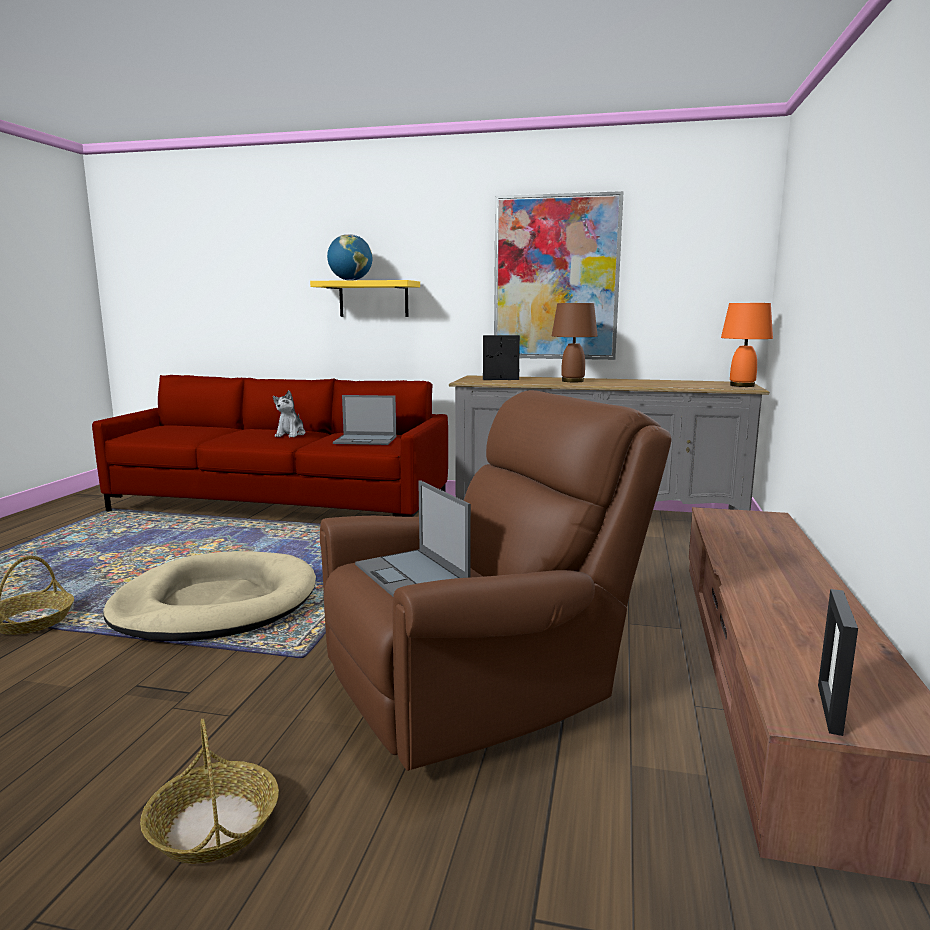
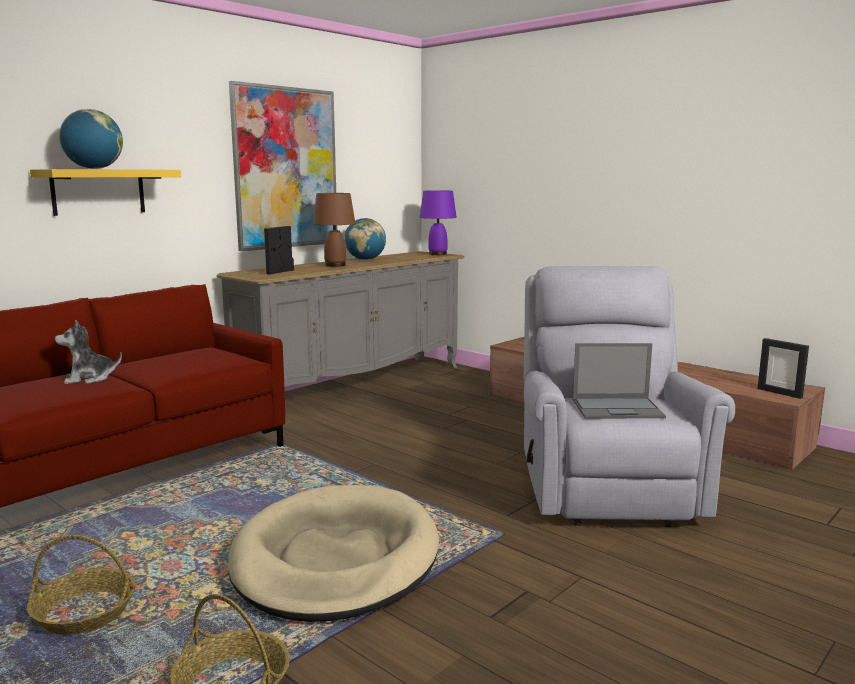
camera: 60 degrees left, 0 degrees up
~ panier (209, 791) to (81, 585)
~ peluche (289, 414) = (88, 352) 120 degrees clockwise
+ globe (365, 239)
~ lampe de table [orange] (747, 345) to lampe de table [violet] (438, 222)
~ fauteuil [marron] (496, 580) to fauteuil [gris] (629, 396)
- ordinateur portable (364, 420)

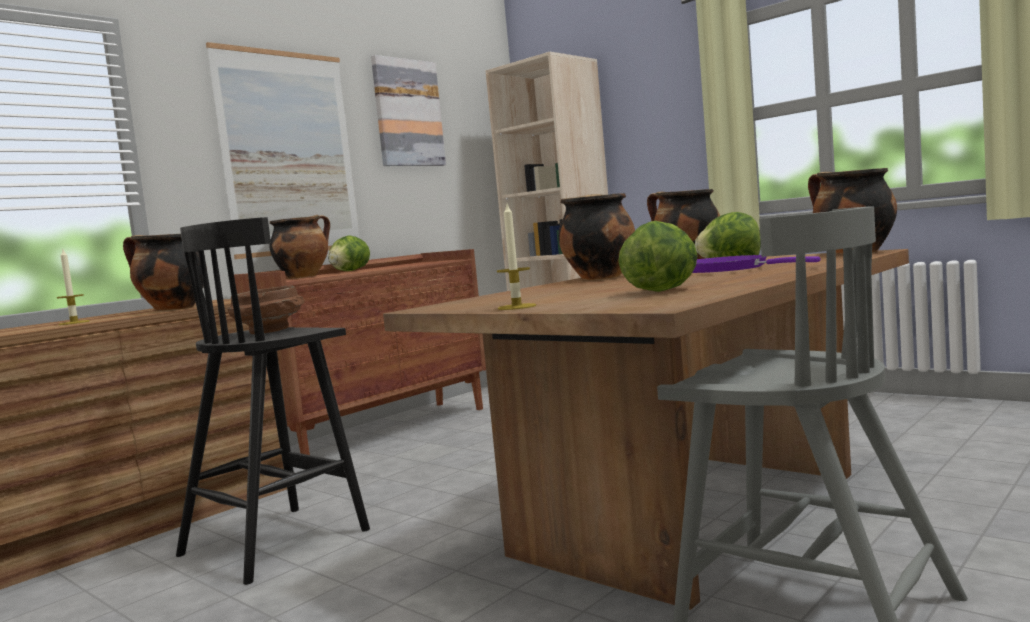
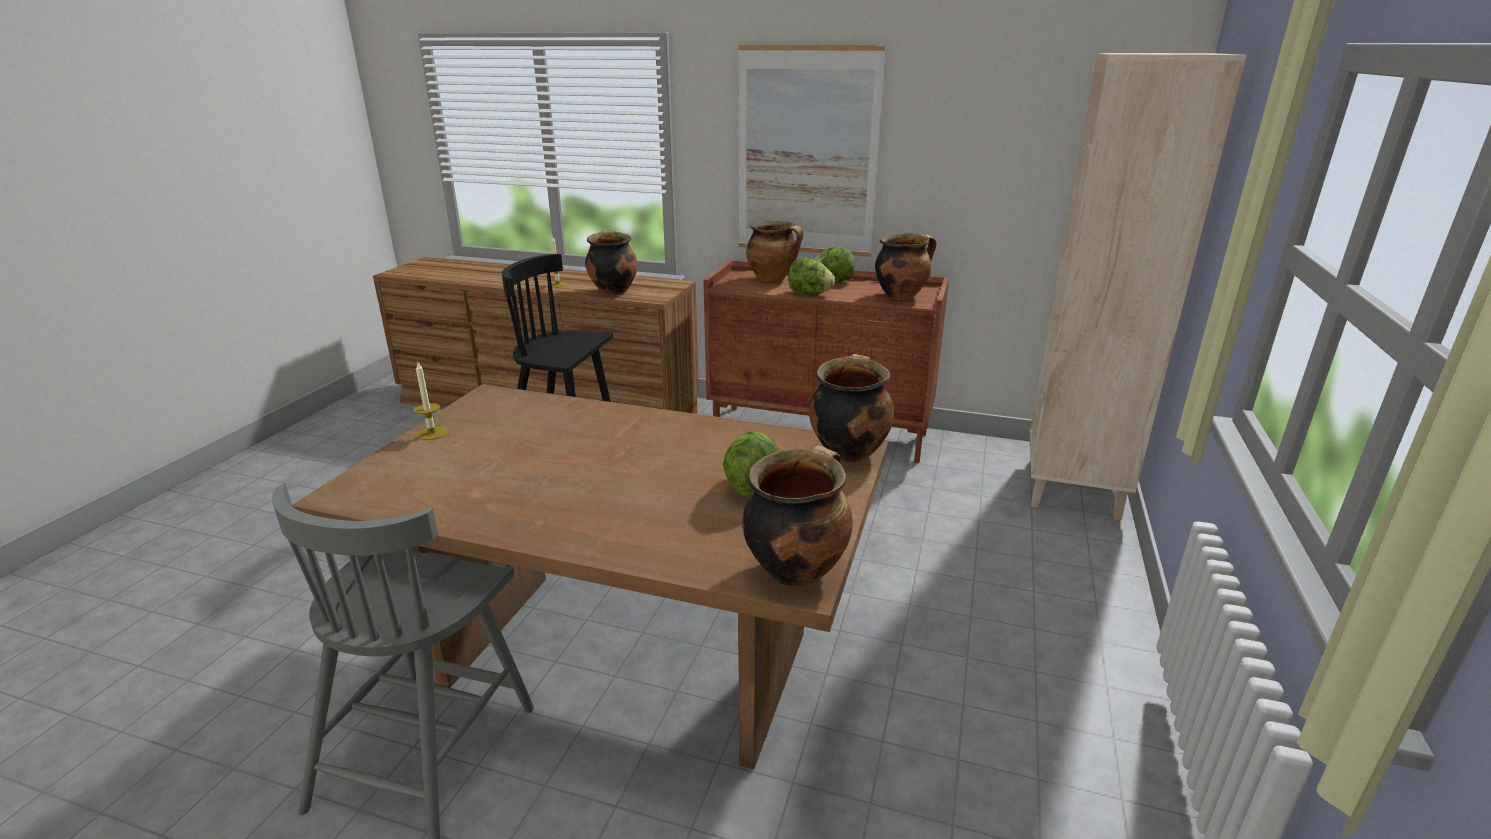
camera: 65 degrees right, 20 degrees up
~ laitue (658, 256) to (811, 276)
~ marmite (596, 236) to (905, 266)
- bol [marron] (266, 309)
- tableau (408, 110)
- poêle [violet] (756, 264)

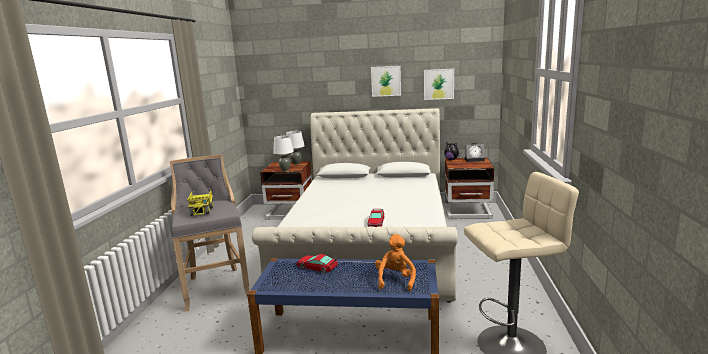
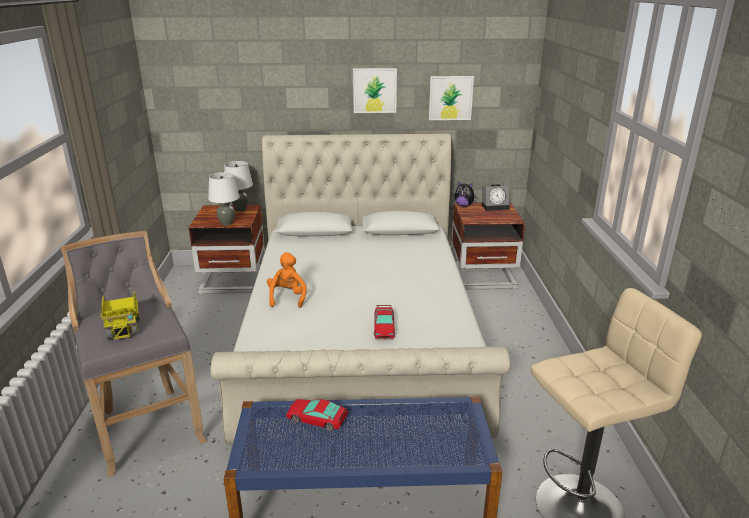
camera: 10 degrees left, 10 degrees up
~ peluche [orange] (395, 262) to (287, 280)

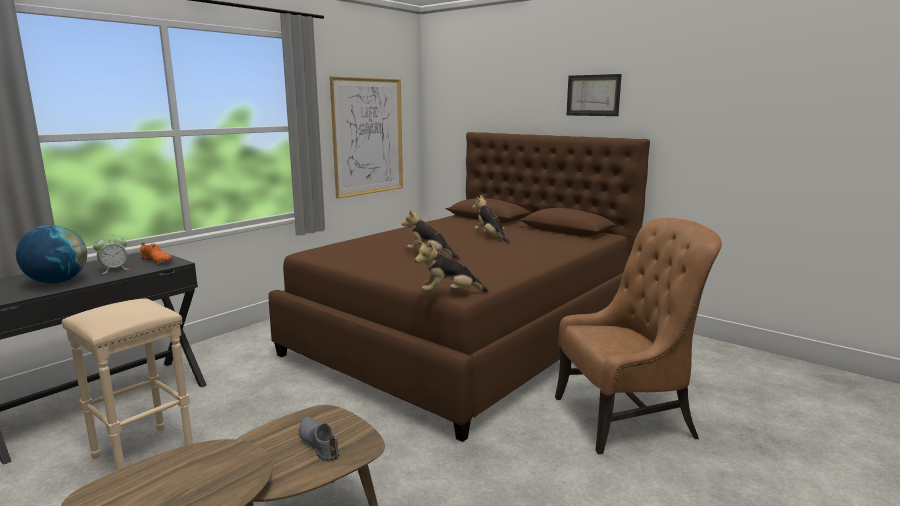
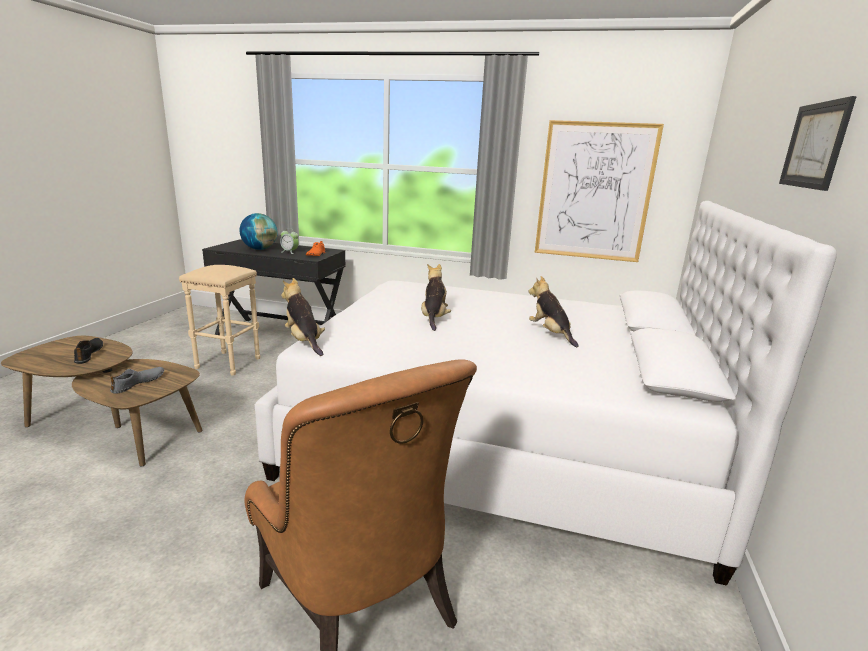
camera: 65 degrees right, 5 degrees up
+ chaussure [noir] (88, 351)
~ lit [marron] (459, 287) to lit [blanc] (546, 393)
~ peluche (491, 219) = (553, 311) 60 degrees counterclockwise

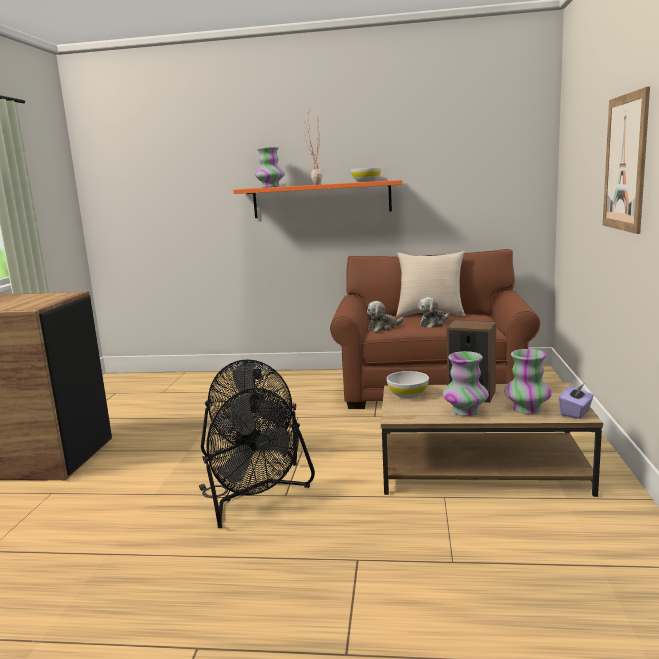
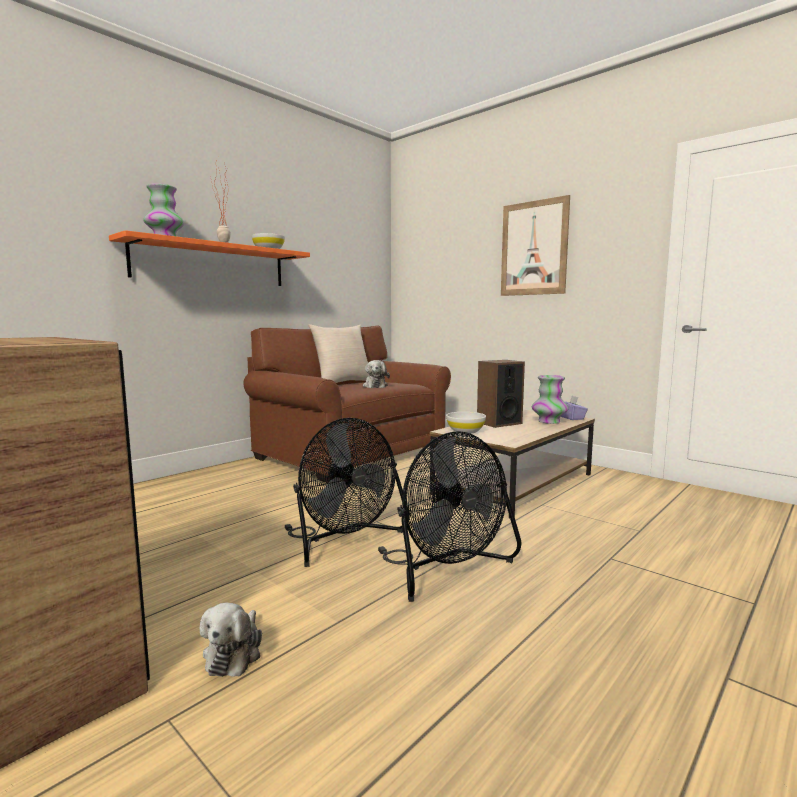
camera: 55 degrees left, 5 degrees down
~ peluche (385, 316) to (231, 639)
~ ventilateur [noir] (257, 458) = (449, 516) 60 degrees clockwise
- vase (466, 383)

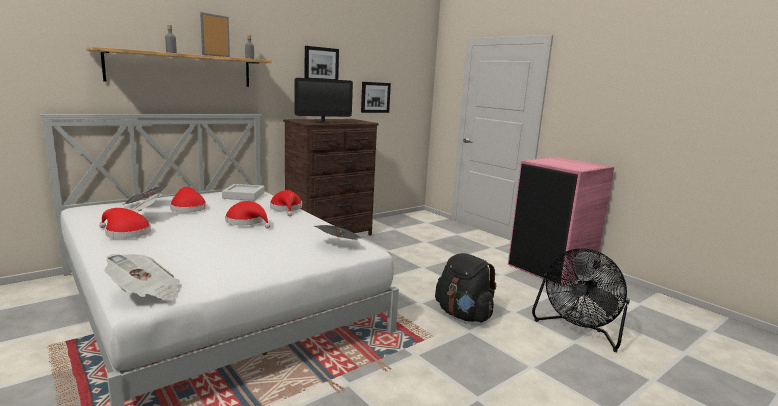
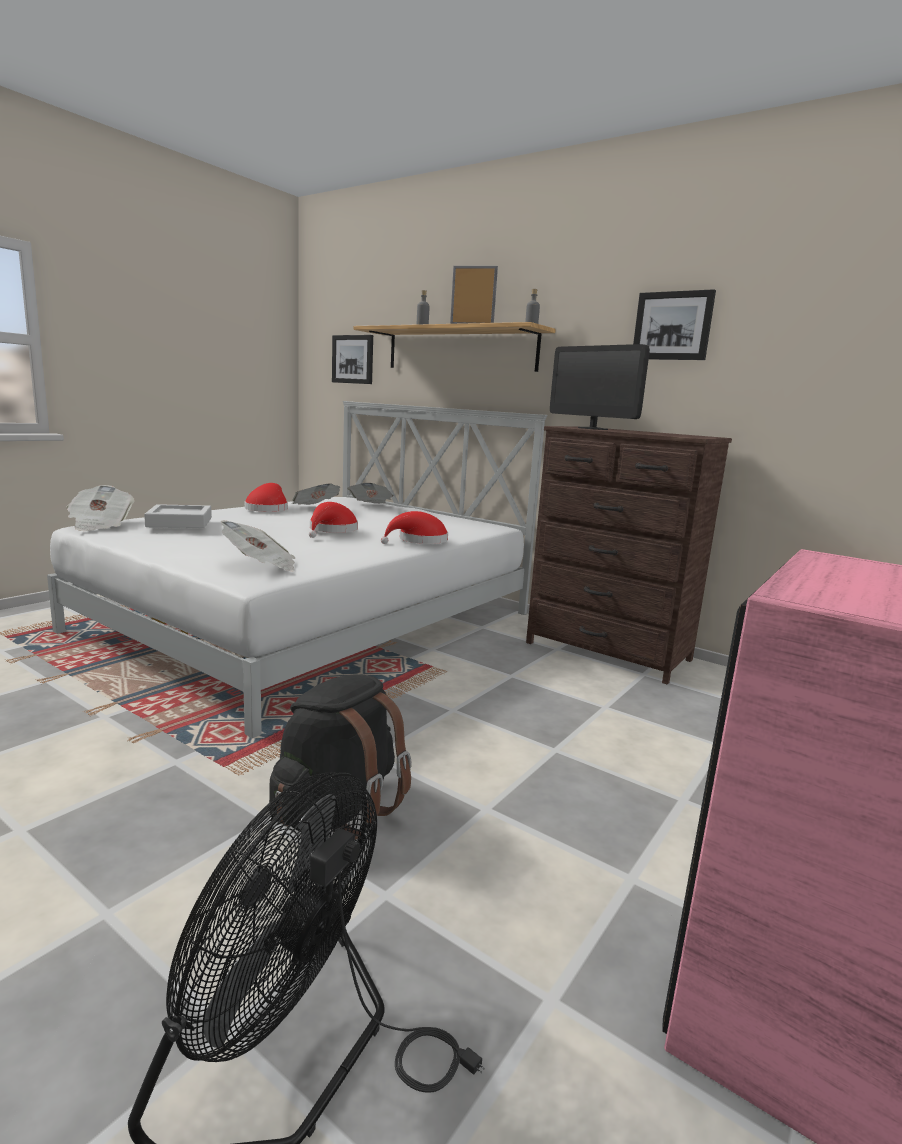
camera: 75 degrees right, 0 degrees up
~ plateau [gris] (243, 192) to (178, 516)
~ tableau (376, 97) to (352, 359)
- chapeau [rouge] (188, 199)

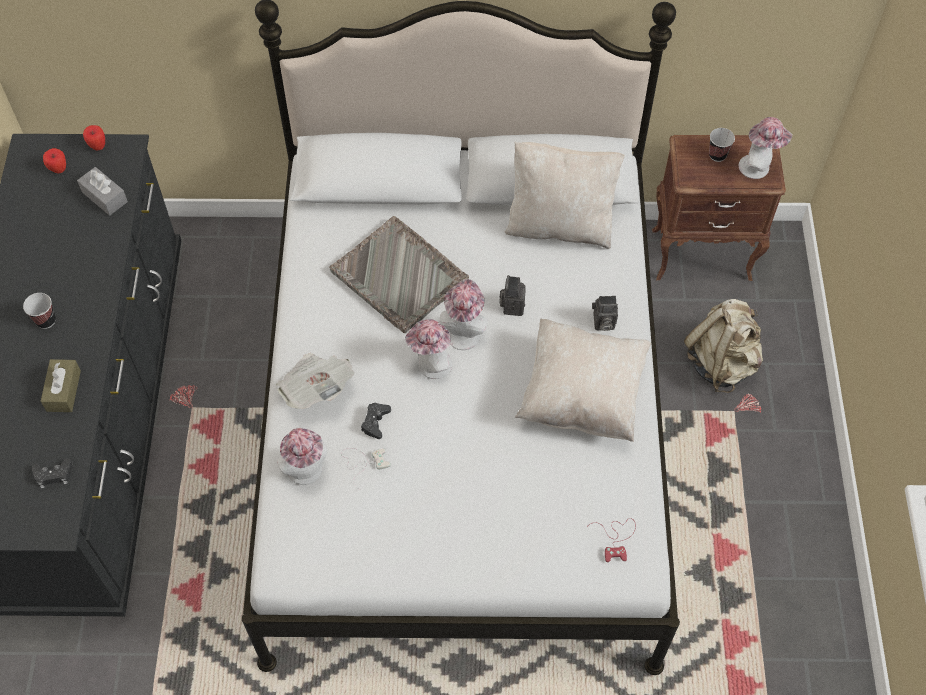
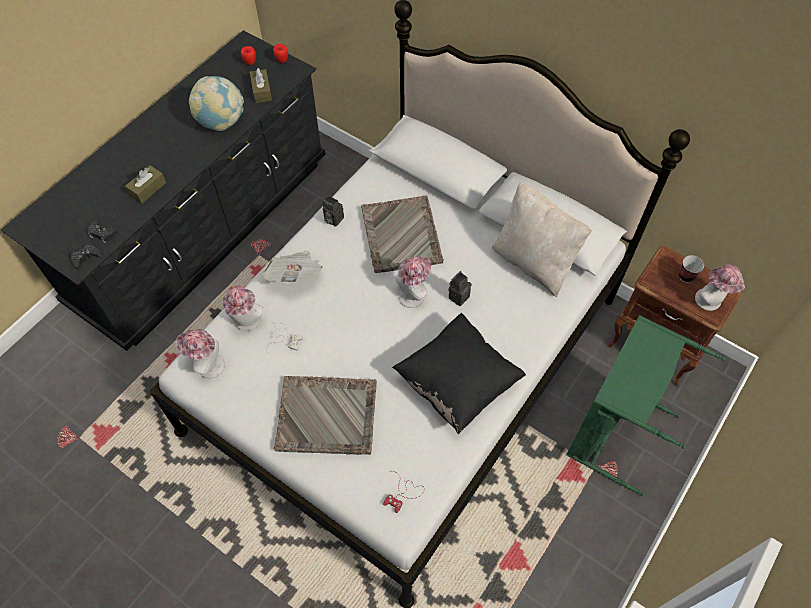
camera: 35 degrees right, 0 degrees up
~ manette [noir] (376, 421) to (86, 256)
~ chapeau (428, 349) to (200, 353)
+ globe (216, 103)
~ boîte à mouchoirs [gris] (102, 191) to boîte à mouchoirs [marron] (261, 85)
+ plateau [gris] (325, 415)
~ appareil photo (605, 313) to (333, 211)
~ coussin [beige] (583, 380) to coussin [noir] (459, 373)
~ sac à dos [beige] (723, 346) to panier à linge [vert] (646, 405)
- tasse (39, 311)

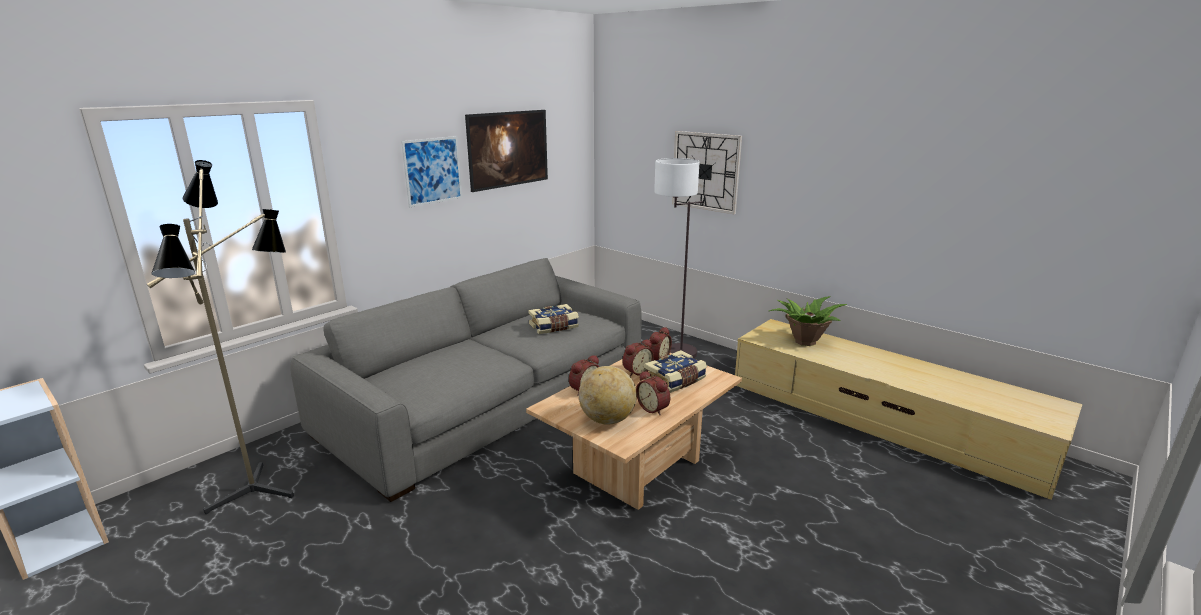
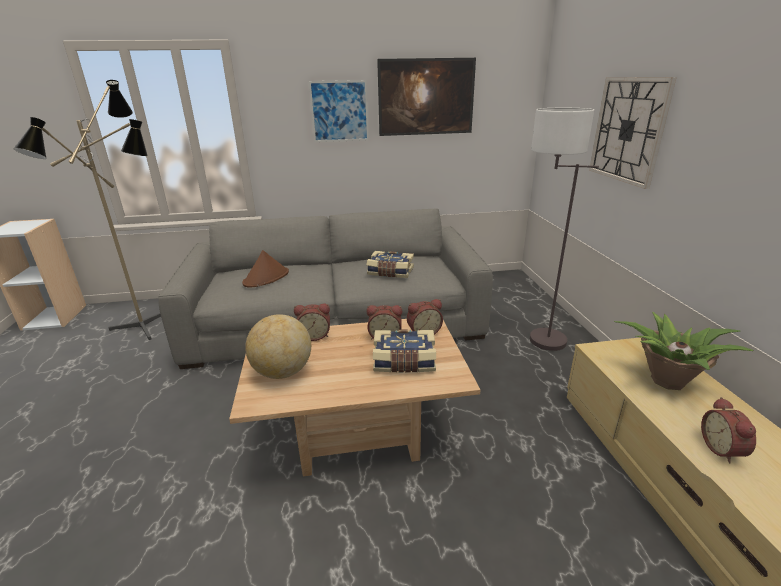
camera: 40 degrees right, 5 degrees up
+ chapeau [marron] (265, 268)
~ réveil (653, 393) to (728, 430)

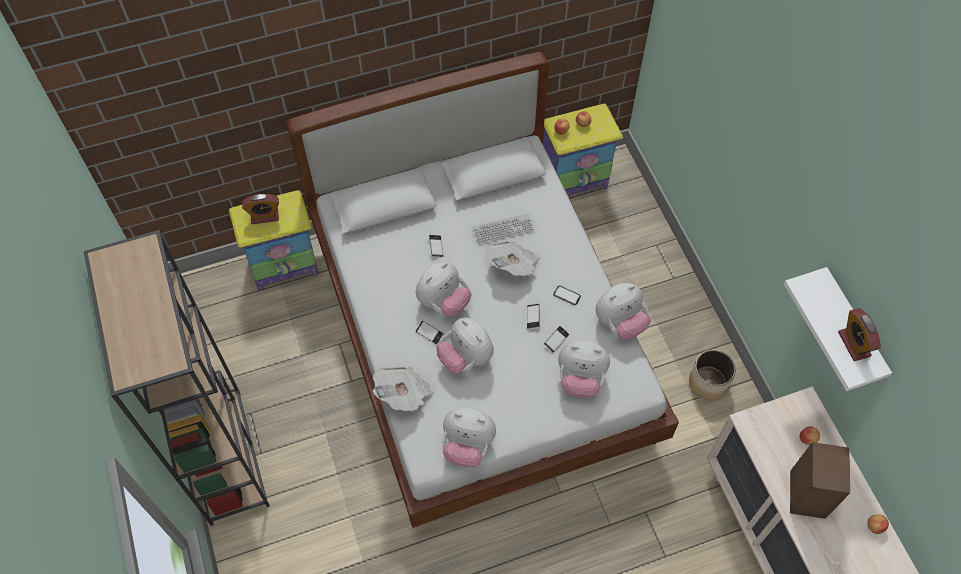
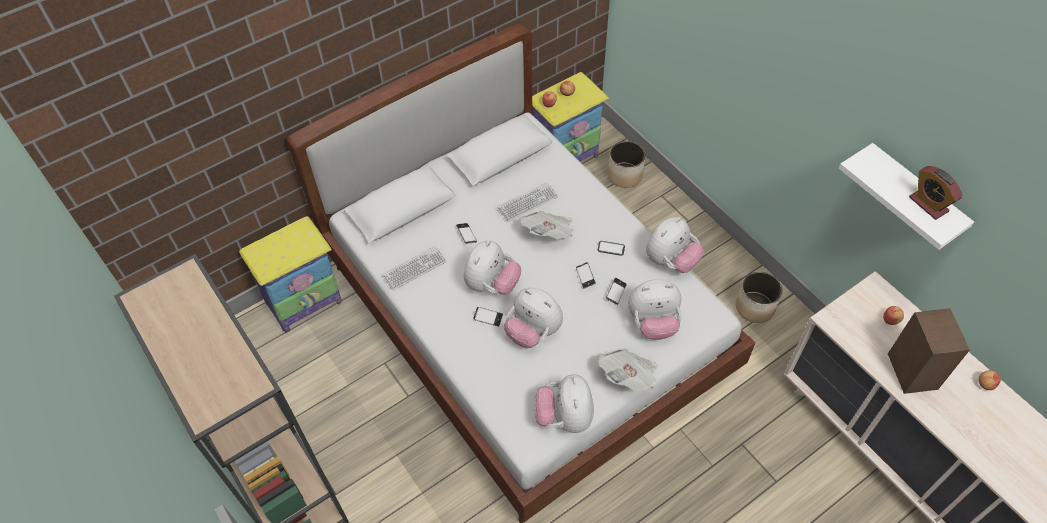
camera: 15 degrees left, 5 degrees down
+ clavier (414, 268)
~ peluche (469, 437) = (564, 403) 90 degrees clockwise
~ journal (403, 388) to (628, 369)
+ cache-pot (626, 164)
- réveil (260, 209)

